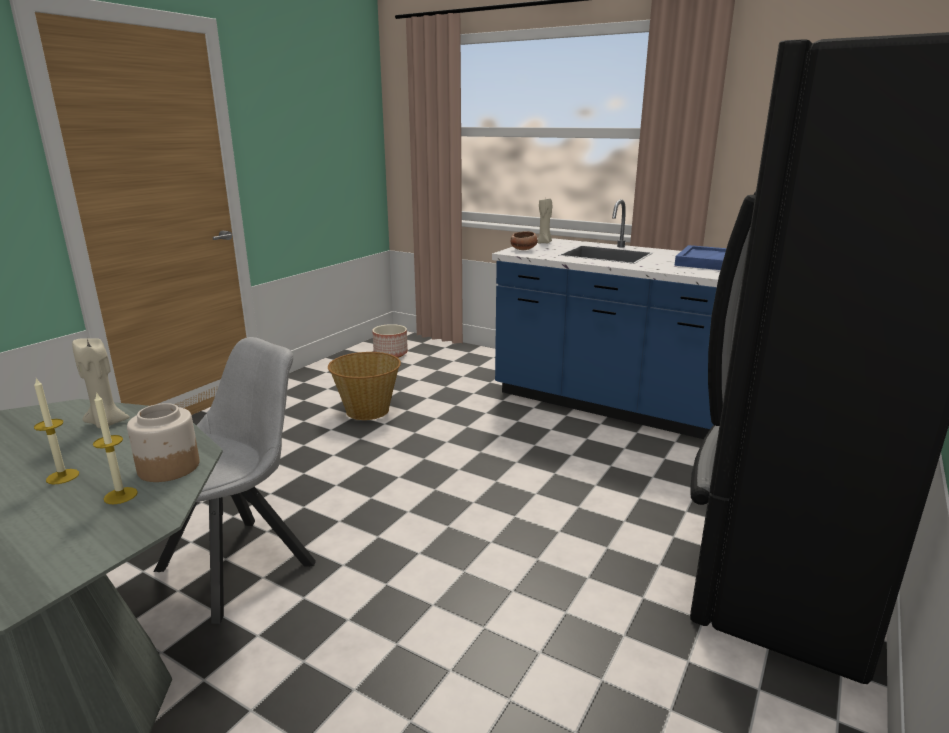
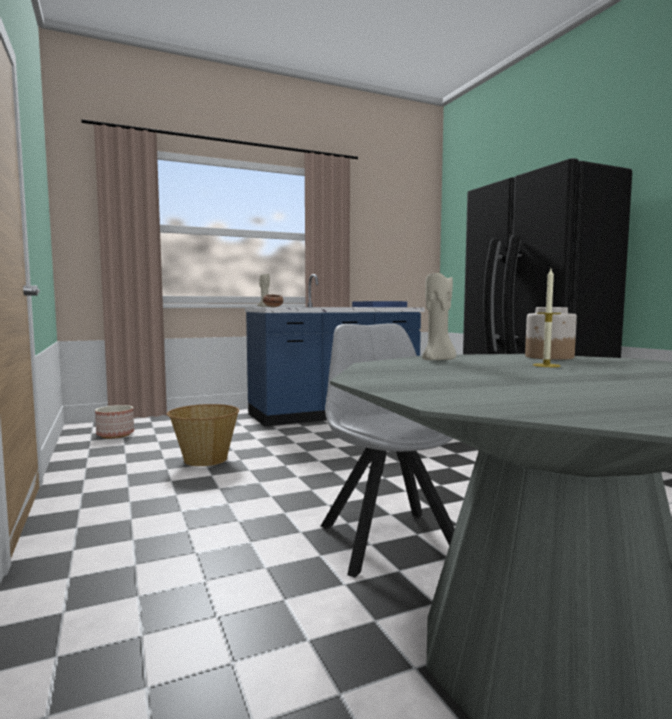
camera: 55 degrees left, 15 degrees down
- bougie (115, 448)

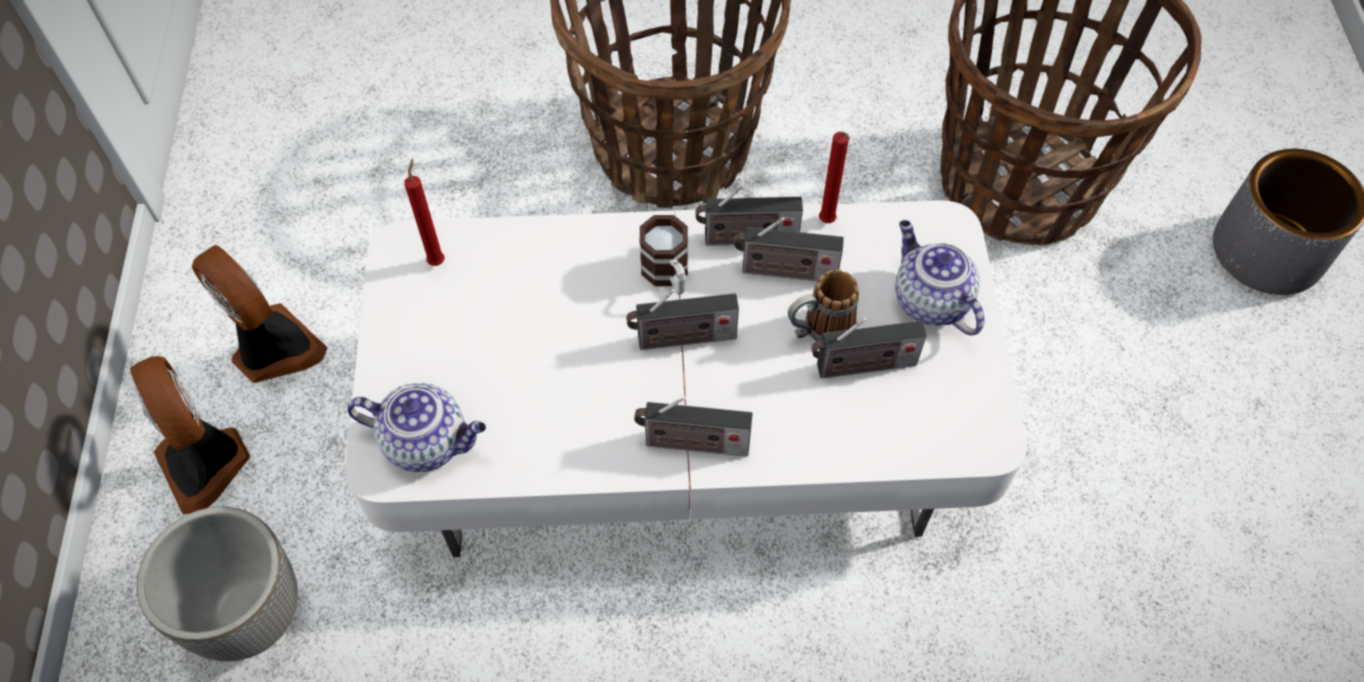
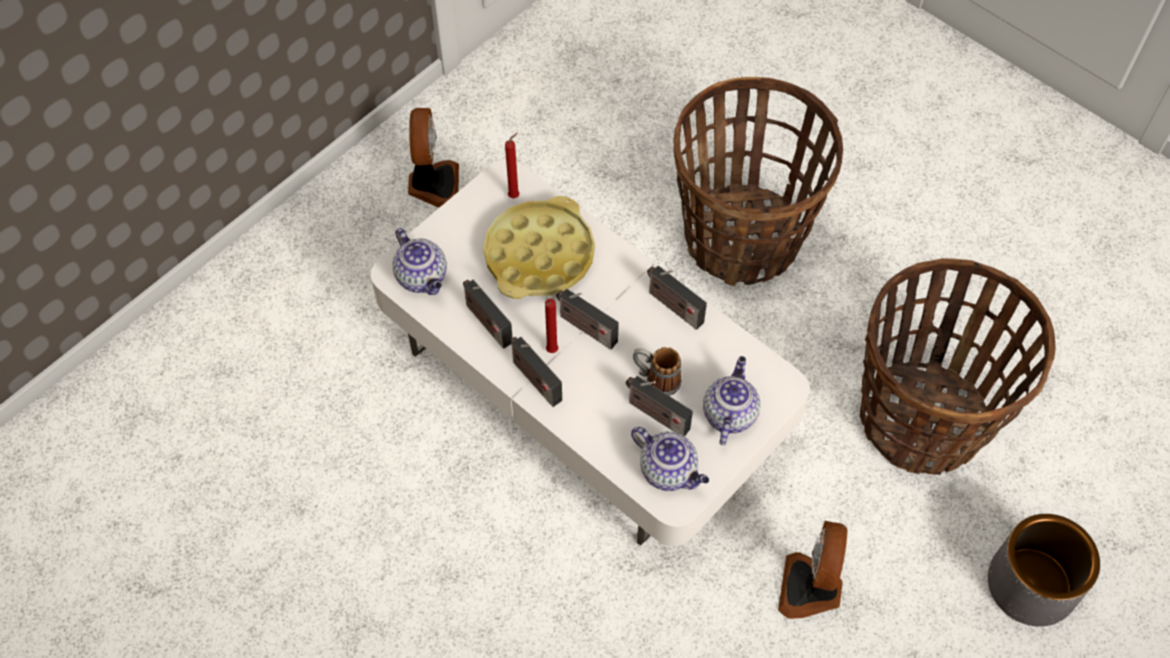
camera: 45 degrees right, 0 degrees up
~ radio (789, 249) to (488, 314)
+ plateau [jaune] (539, 247)
~ bougie [rouge] (834, 177) to (551, 326)
+ théière (670, 459)
~ ventilateur (190, 435) to (813, 570)
- cache-pot (217, 584)
- mug (664, 255)

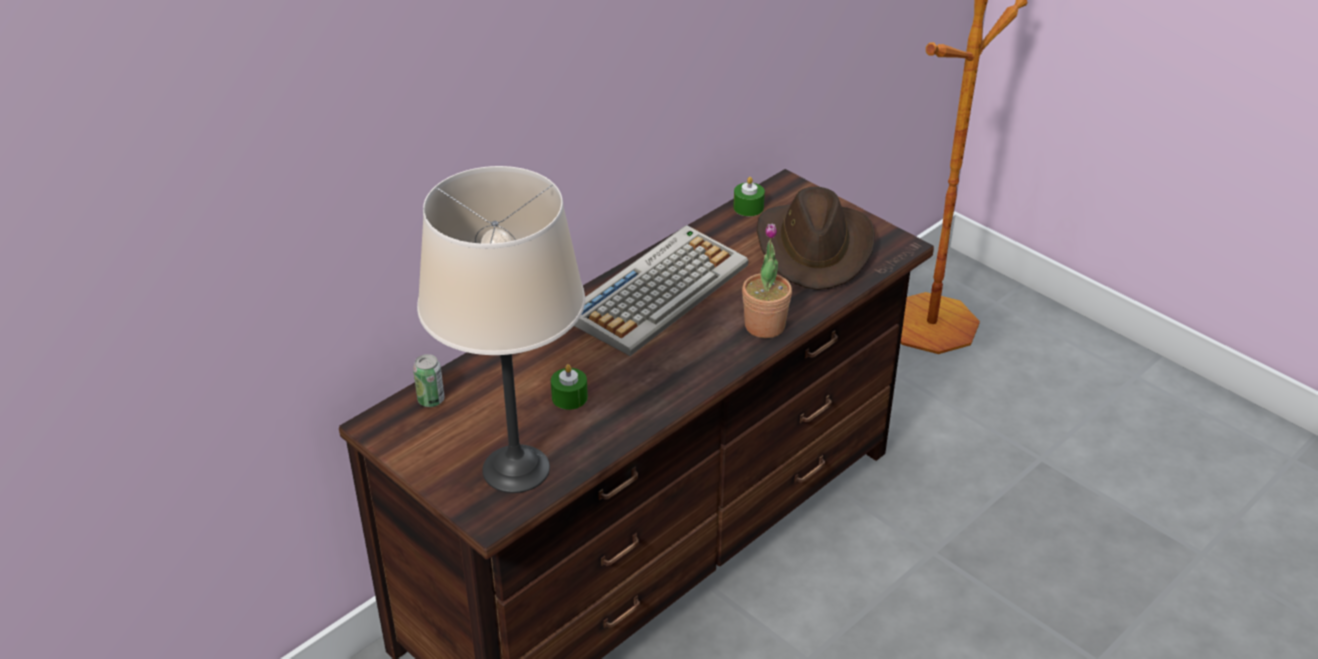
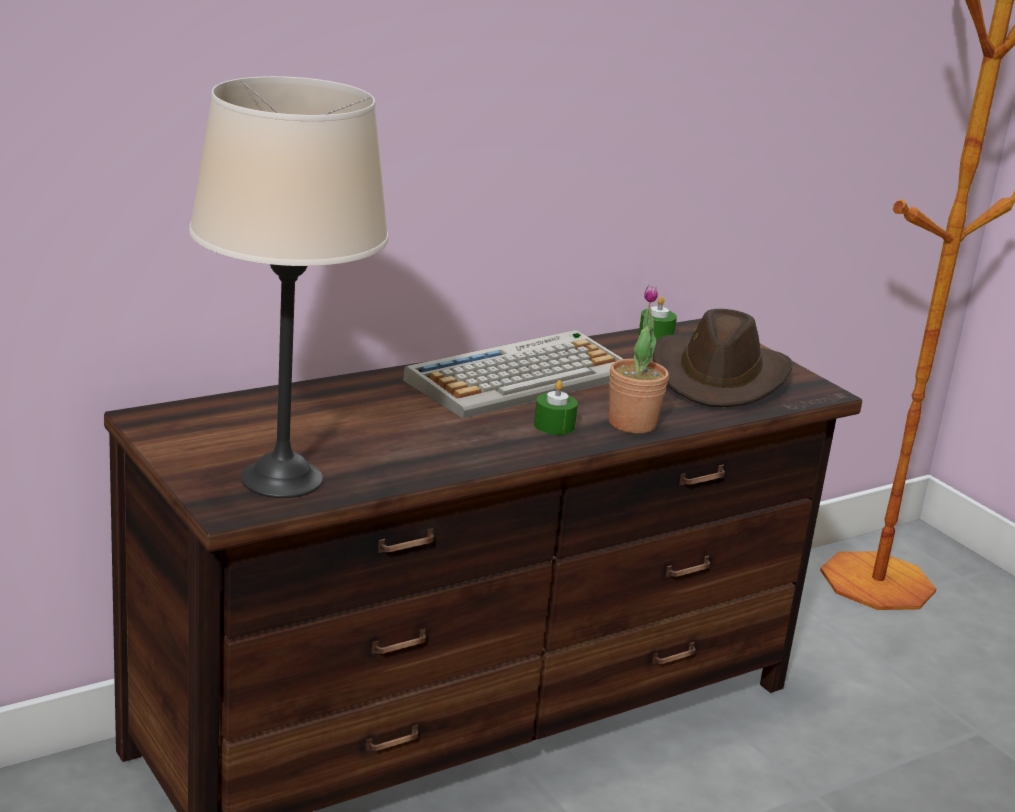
camera: 10 degrees right, 15 degrees down
~ bougie [vert] (569, 387) to (556, 407)
- boîte métallique (429, 380)

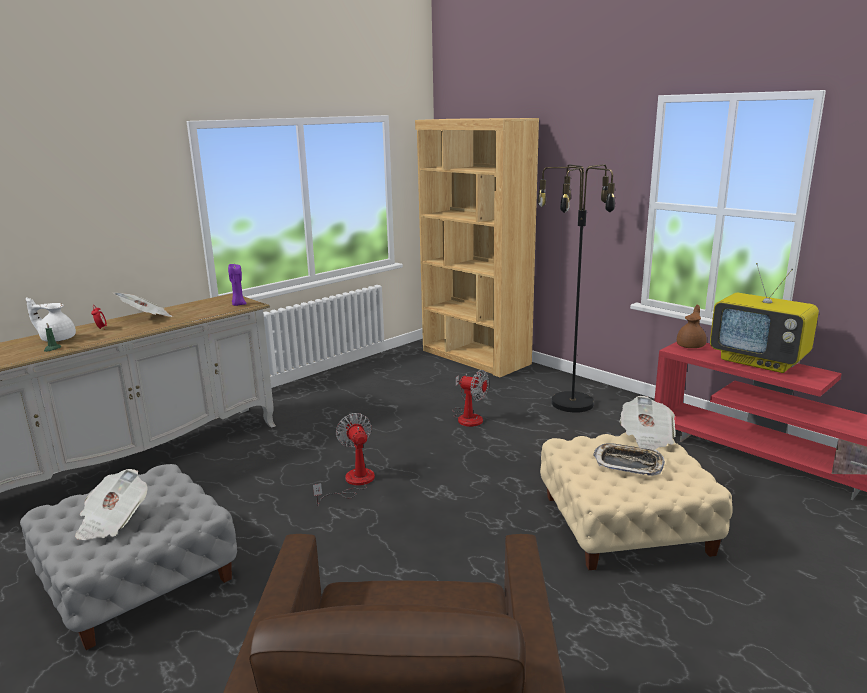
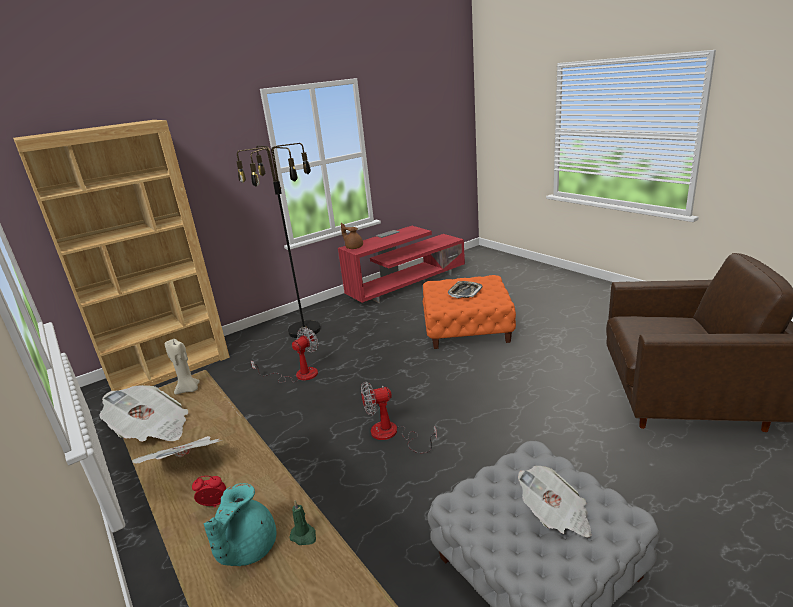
camera: 80 degrees left, 5 degrees up
~ journal (648, 423) to (144, 413)
~ bougie [violet] (237, 285) to bougie [beige] (182, 367)
~ théière [blanc] (51, 320) to théière [turquoise] (240, 524)
~ pouf [beige] (636, 501) to pouf [orange] (469, 312)
- téléviseur (764, 318)

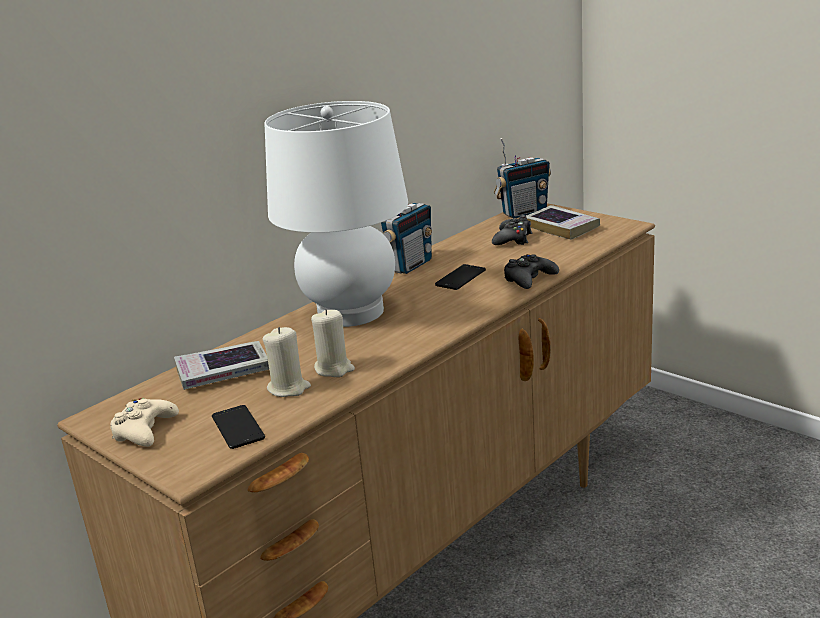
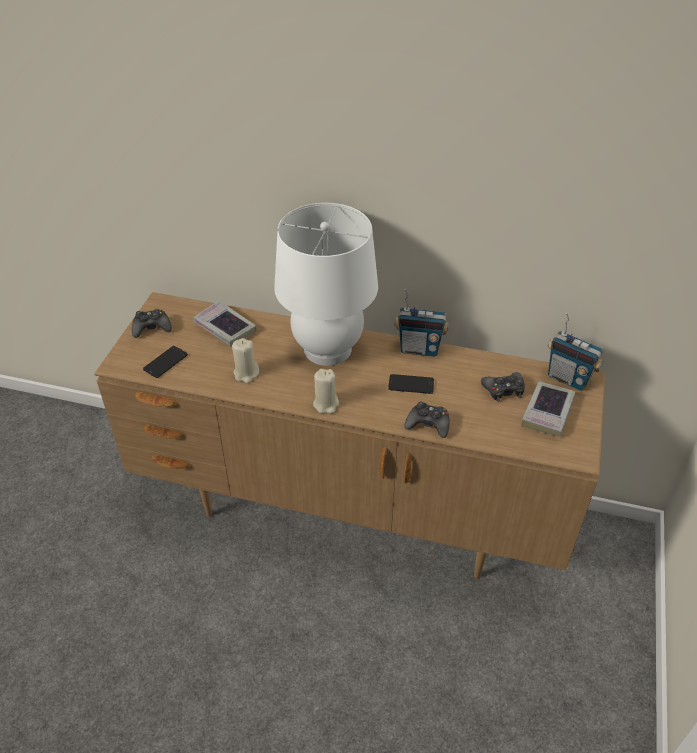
camera: 60 degrees right, 20 degrees up
~ manette [beige] (144, 422) to manette [noir] (152, 323)
~ bougie [beige] (287, 362) to (326, 391)

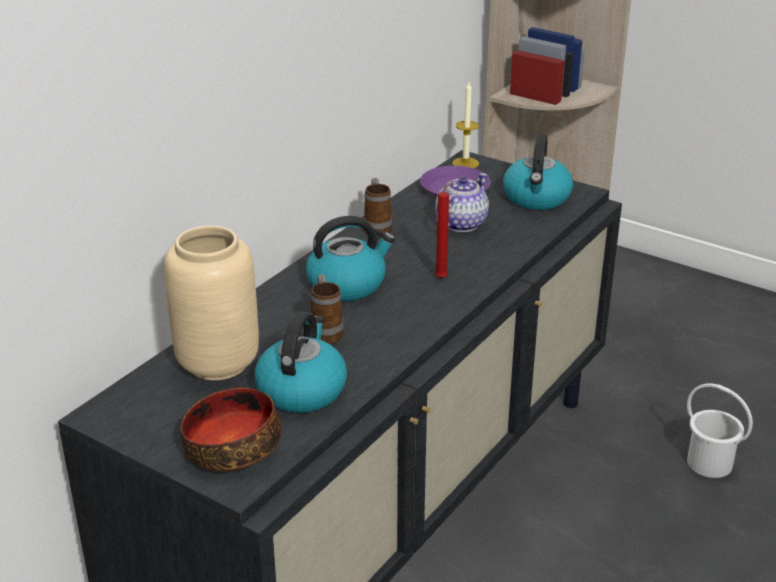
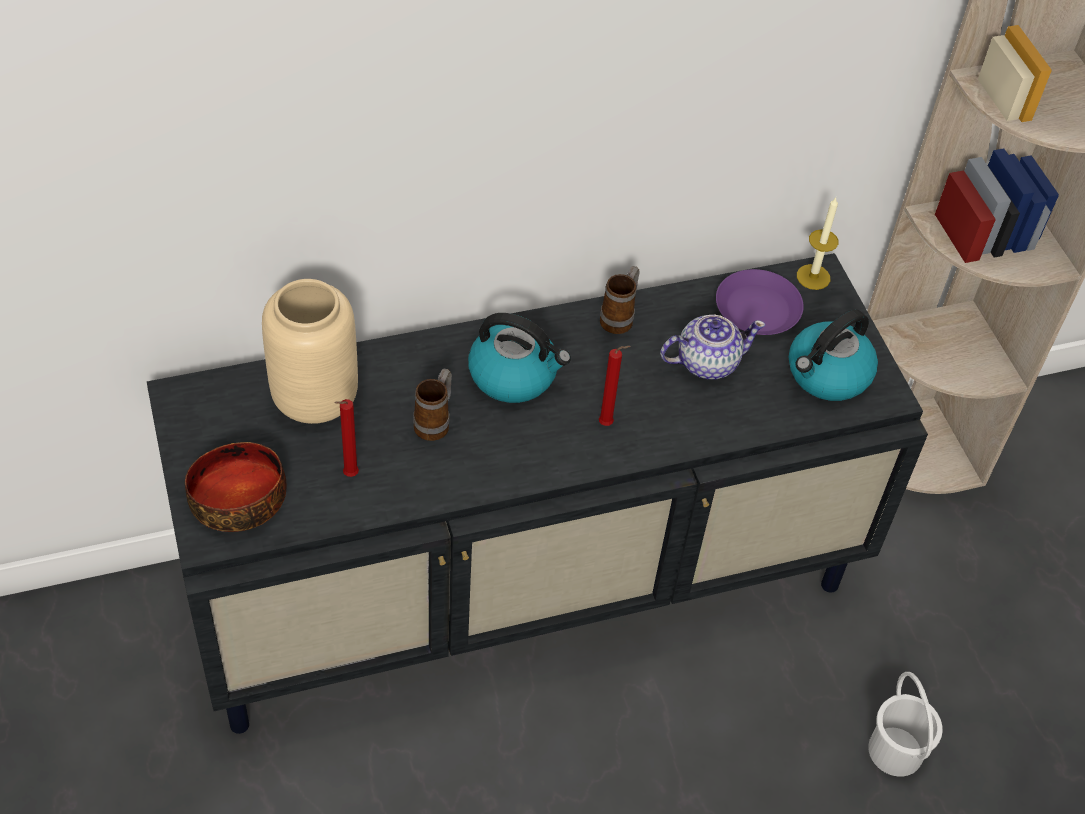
camera: 35 degrees right, 20 degrees up
~ bouilloire (300, 362) to bougie [rouge] (347, 438)

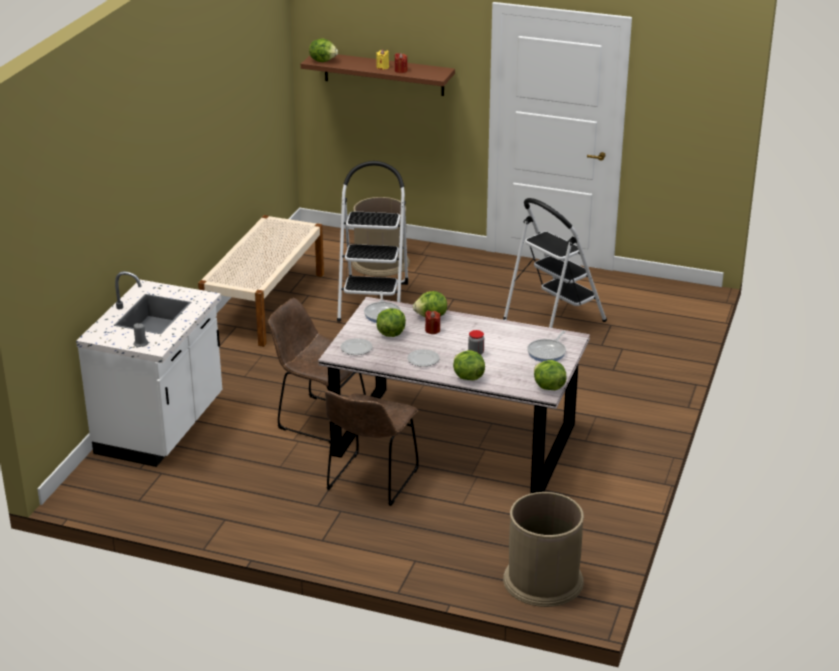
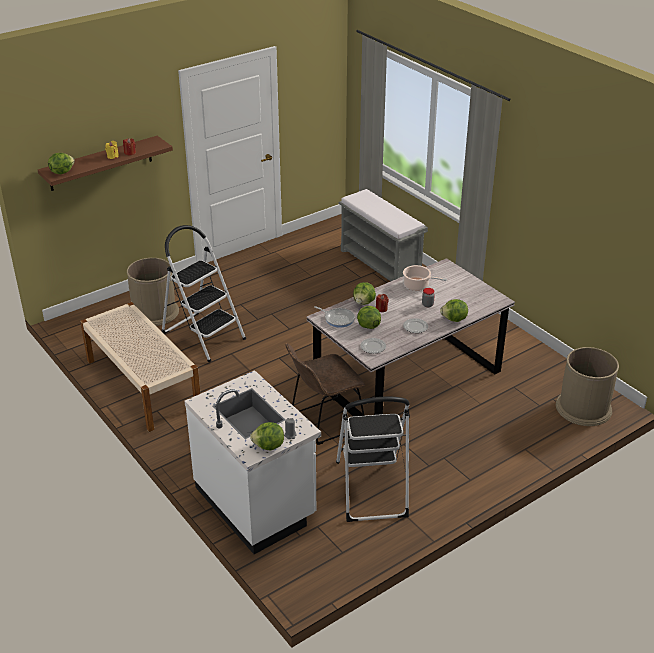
camera: 55 degrees left, 5 degrees up
~ laitue (550, 375) to (267, 436)
~ escabeau (555, 263) to (373, 459)
+ banc [gris] (383, 235)
+ marmite (425, 278)
- chaise [marron] (372, 448)
- poêle (546, 346)

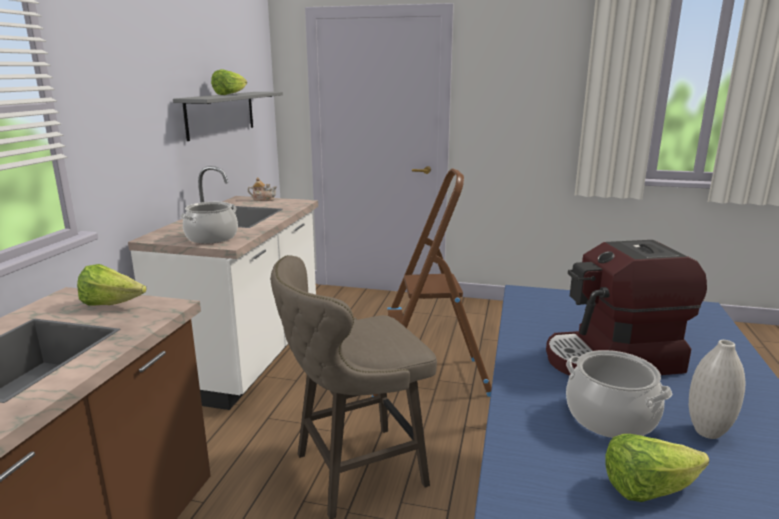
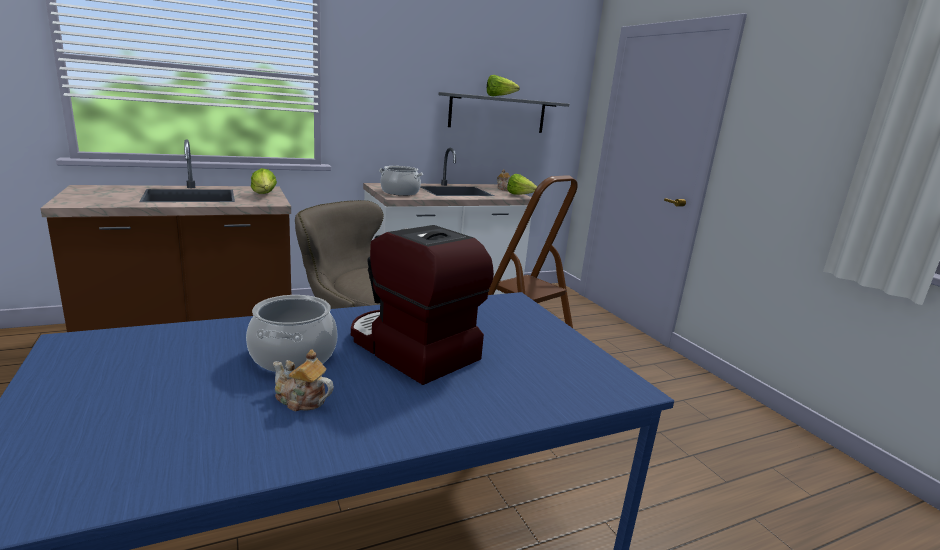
camera: 50 degrees right, 0 degrees up
~ vase [blanc] (717, 389) to théière (303, 380)
~ laitue (657, 468) to (522, 184)

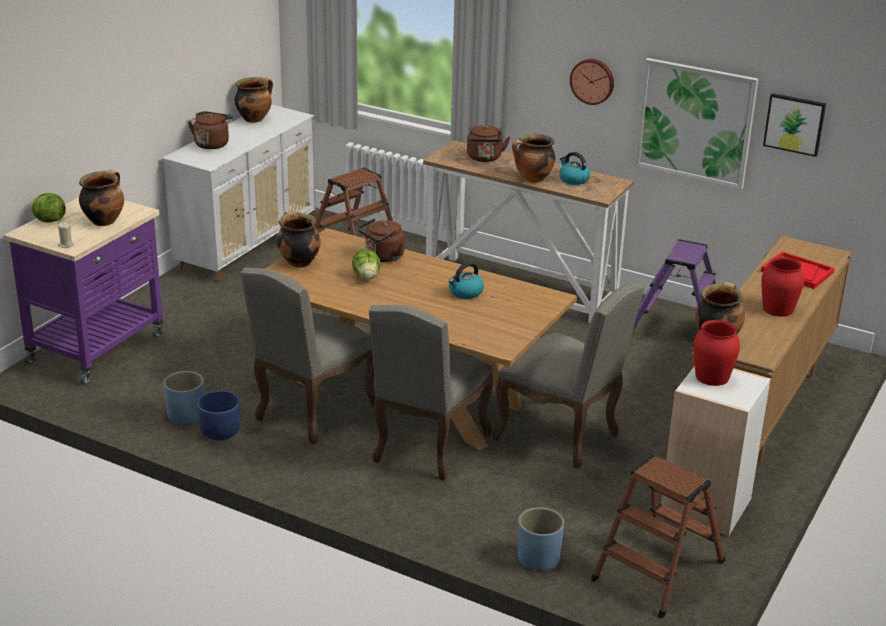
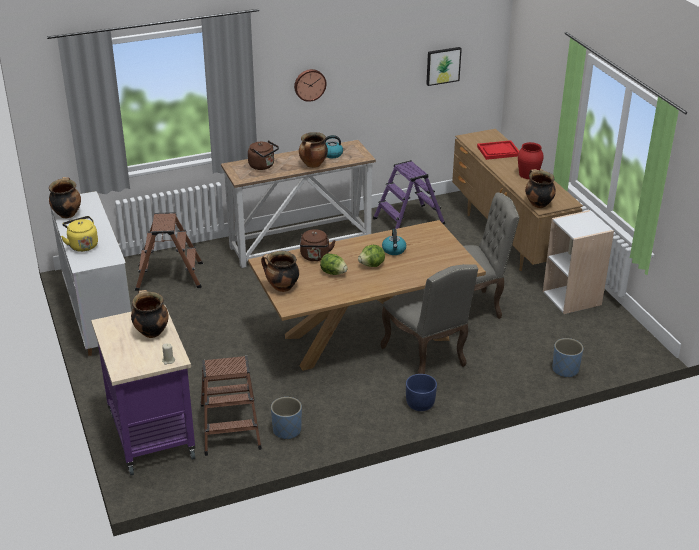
camera: 50 degrees left, 5 degrees up
~ bouilloire [marron] (210, 130) to bouilloire [jaune] (79, 234)
~ escabeau [marron] (658, 536) to (231, 406)
~ laitue (48, 208) to (371, 256)
~ cache-pot [bleu] (218, 415) to (421, 392)
- chaise [gris] (308, 356)
- tableau (696, 124)
- vase [rouge] (716, 353)

